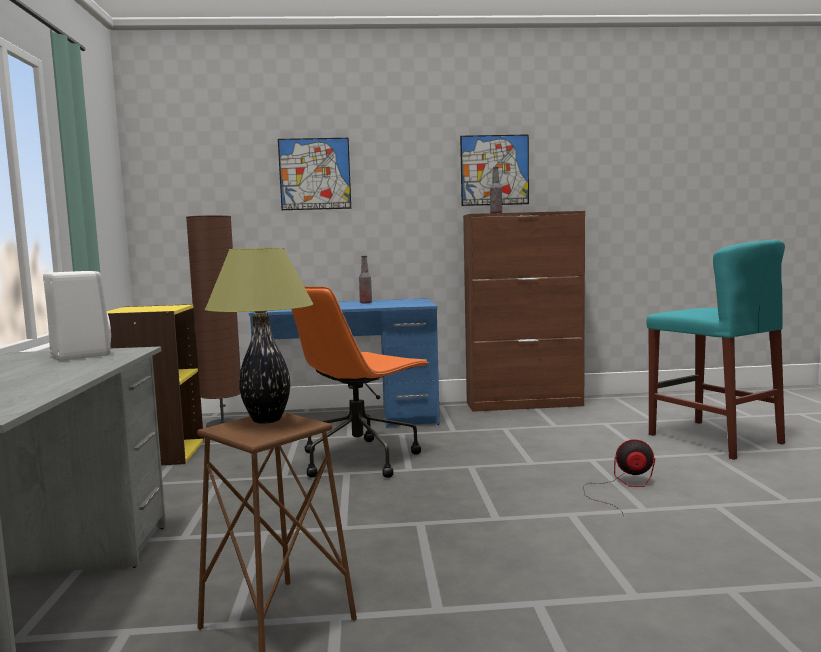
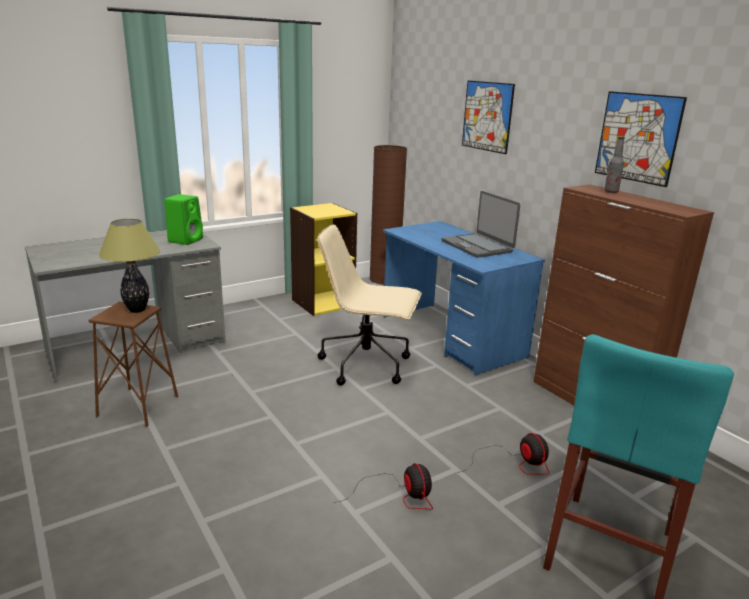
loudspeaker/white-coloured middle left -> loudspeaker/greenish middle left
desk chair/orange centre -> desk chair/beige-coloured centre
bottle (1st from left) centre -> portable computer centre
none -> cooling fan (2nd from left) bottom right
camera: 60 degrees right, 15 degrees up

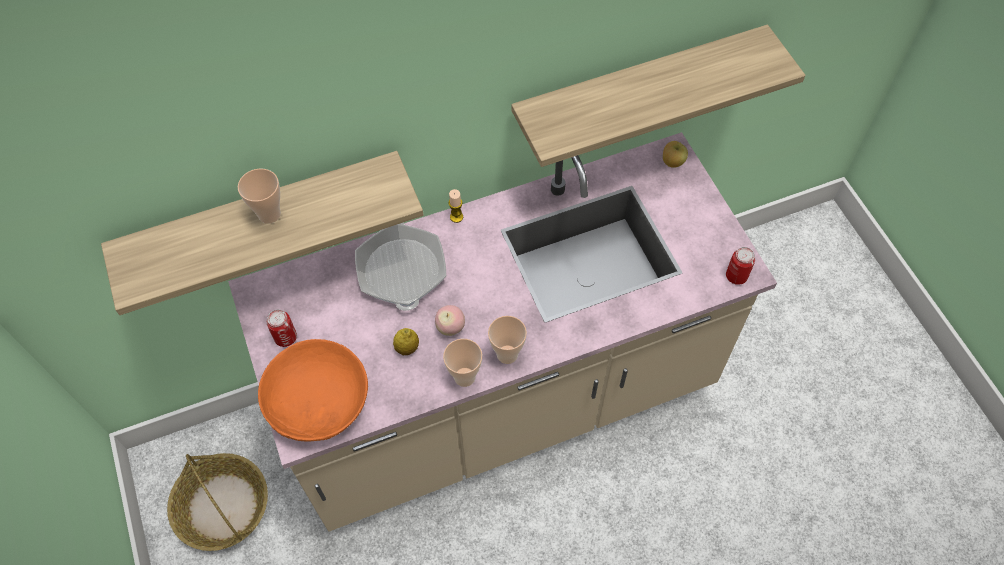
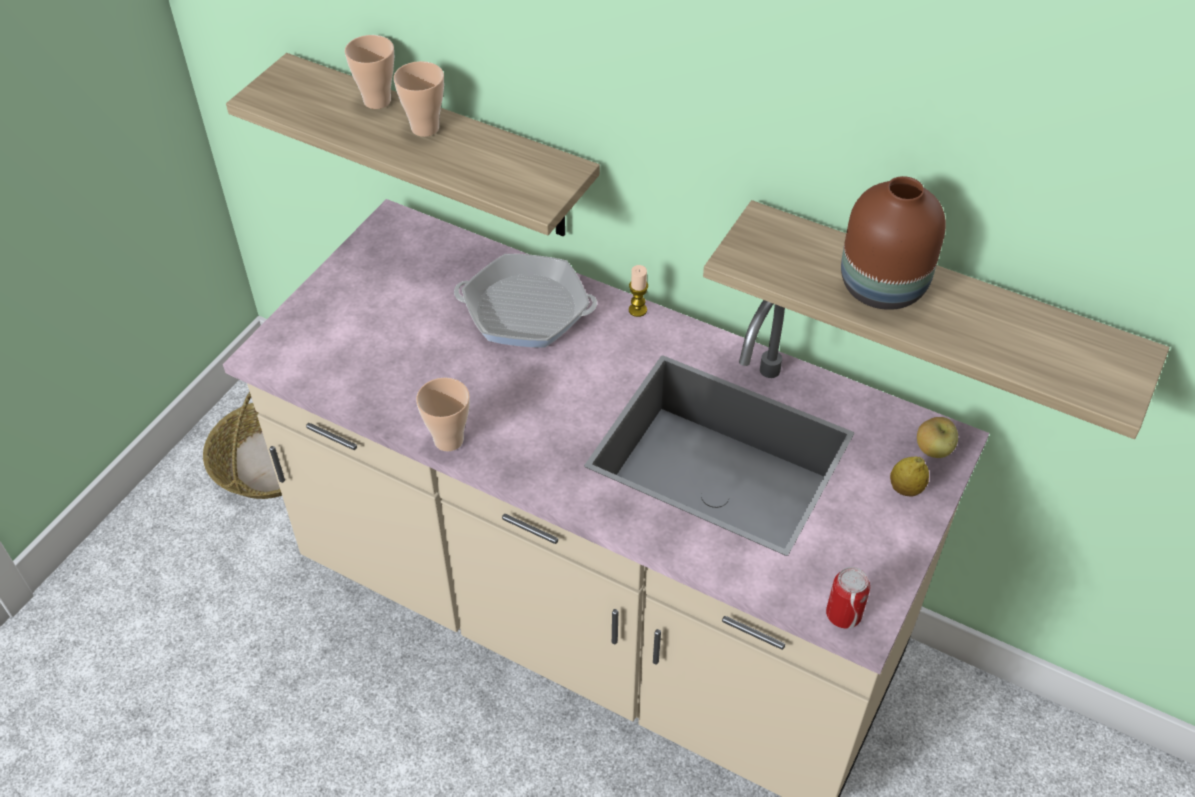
small cup (3rd from left in the first image) centre -> small cup (1st from left) top left, move
frying pan centre, 120 degrees counterclockwise
none -> vase/brown top right
whole lemon centre -> whole lemon middle right, move
deep dish/orange bottom left -> none
metal can (1st from left) middle left -> none
apple (1st from left) centre -> none
camera: 50 degrees right, 10 degrees down

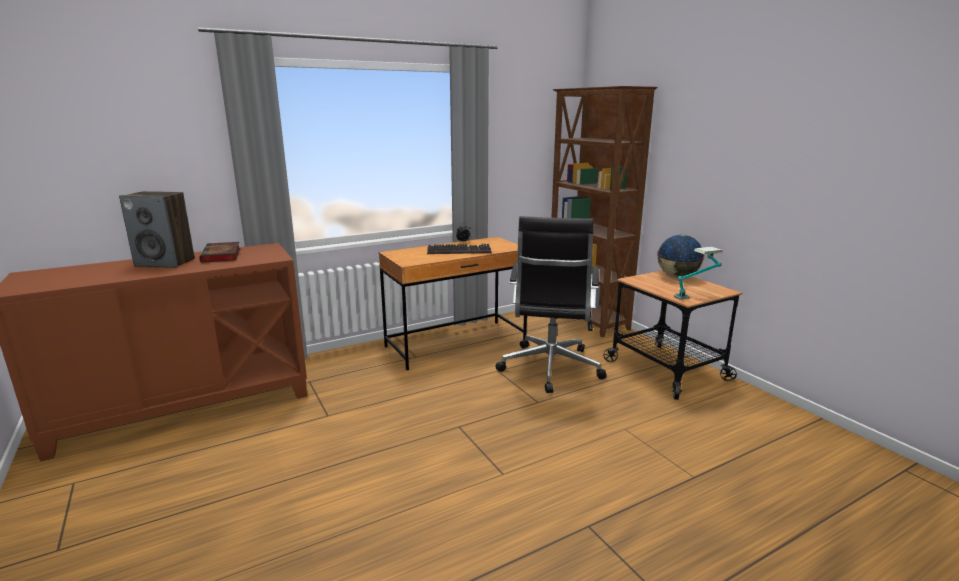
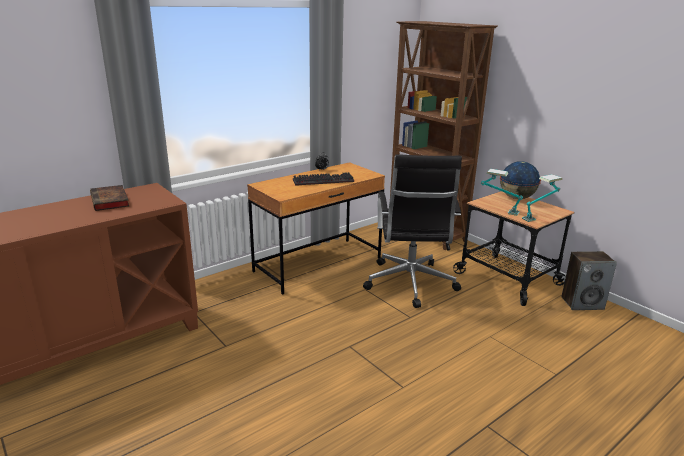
none -> lamp for a table (1st from left) middle right
loudspeaker middle left -> loudspeaker middle right, move
camera: 10 degrees left, 5 degrees up

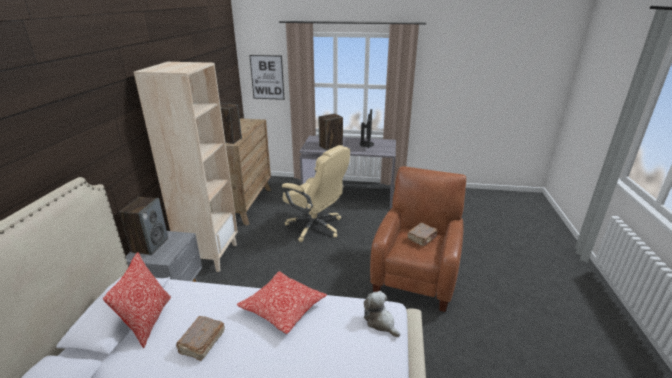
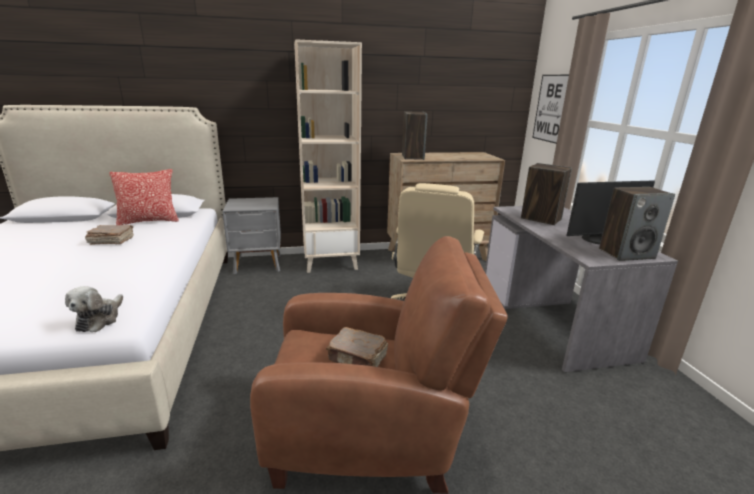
cuddly toy bottom centre -> cuddly toy middle left, 150 degrees clockwise
loudspeaker (1st from left in the first image) middle left -> loudspeaker (3rd from left) middle right, move
cushion (2nd from left) bottom centre -> none
camera: 70 degrees right, 5 degrees down

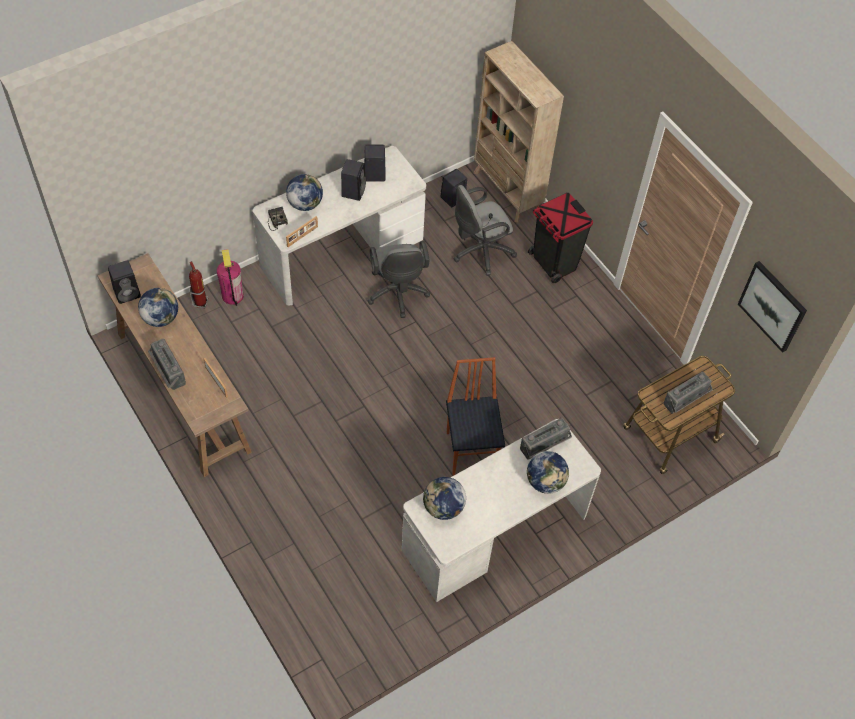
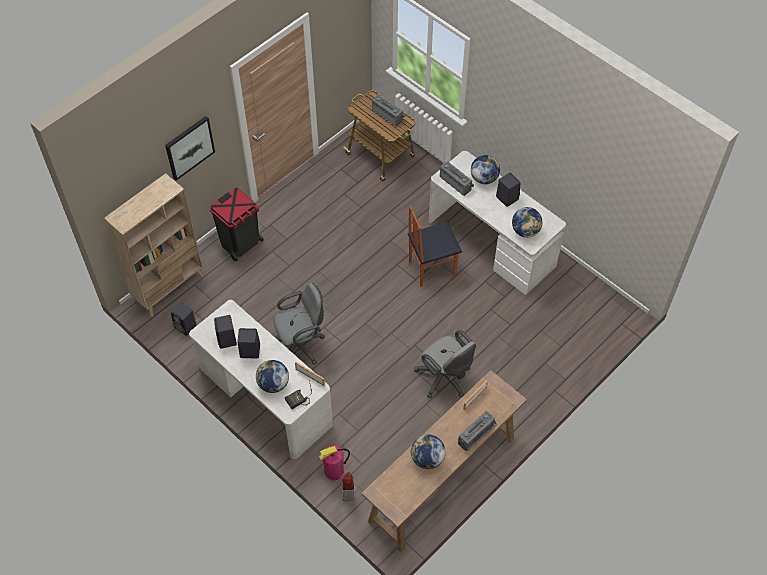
wall art middle right -> wall art top left, move
desk chair/gray (2nd from left) top centre -> desk chair/gray (2nd from left) centre, move
loudspeaker/blackish (1st from left in the first image) middle left -> loudspeaker/blackish (4th from left) top centre, move
camera: 100 degrees left, 0 degrees up

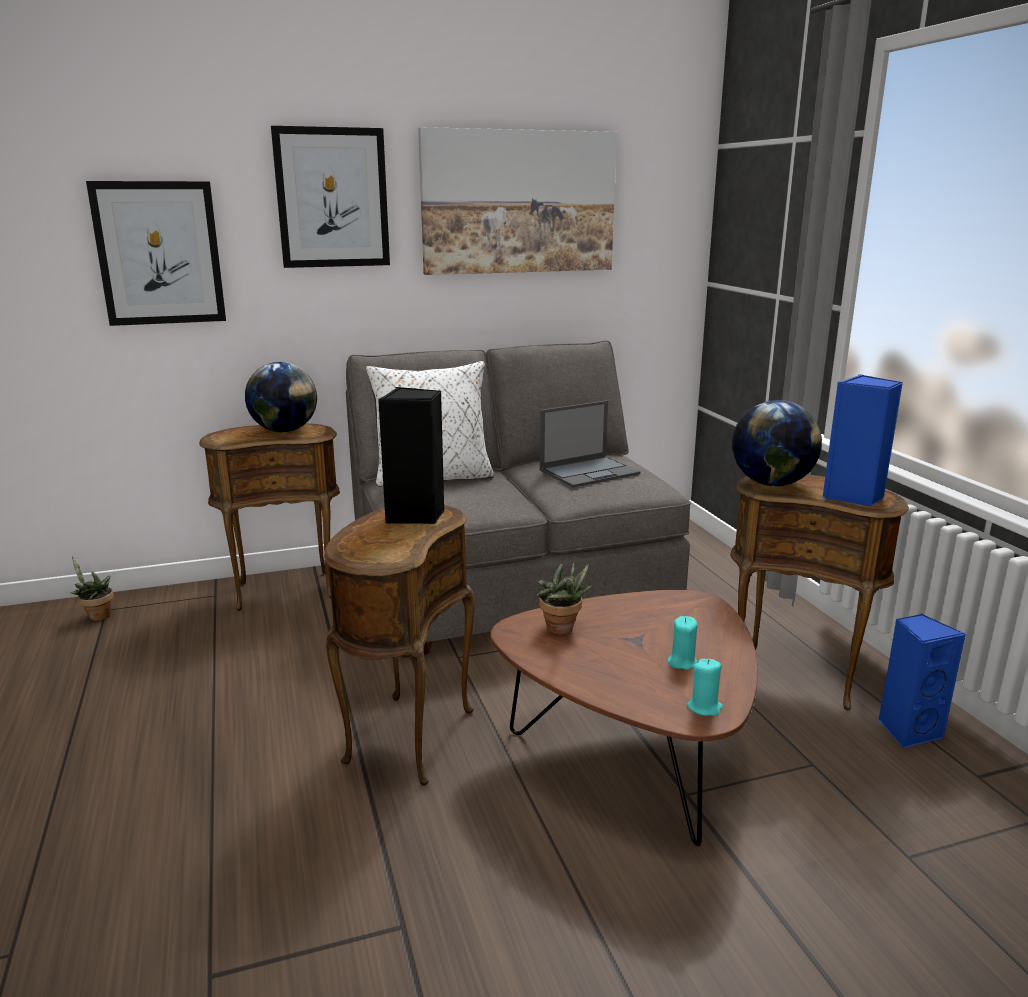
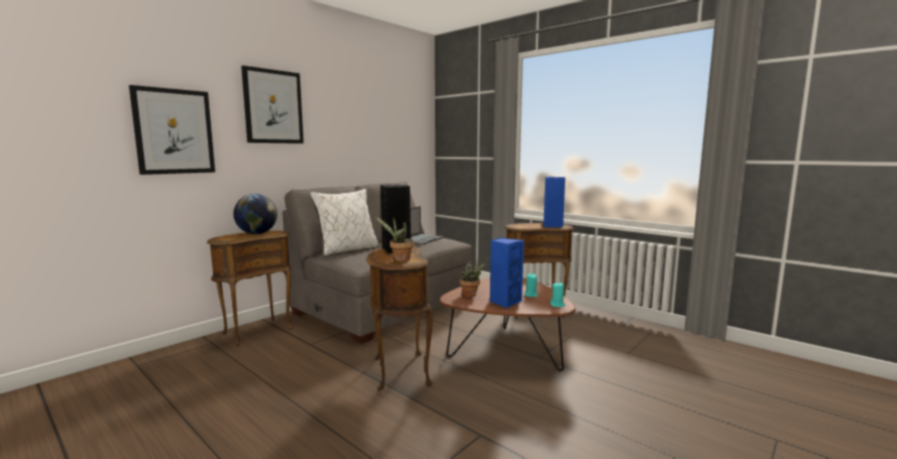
potted plant (1st from left) middle left -> potted plant (1st from left) centre, move
loudspeaker/blue (2nd from left in the first image) bottom right -> loudspeaker/blue (1st from left) centre, move
wall art (3rd from left) top centre -> none
desk globe (2nd from left) middle right -> none
camera: 30 degrees left, 10 degrees down

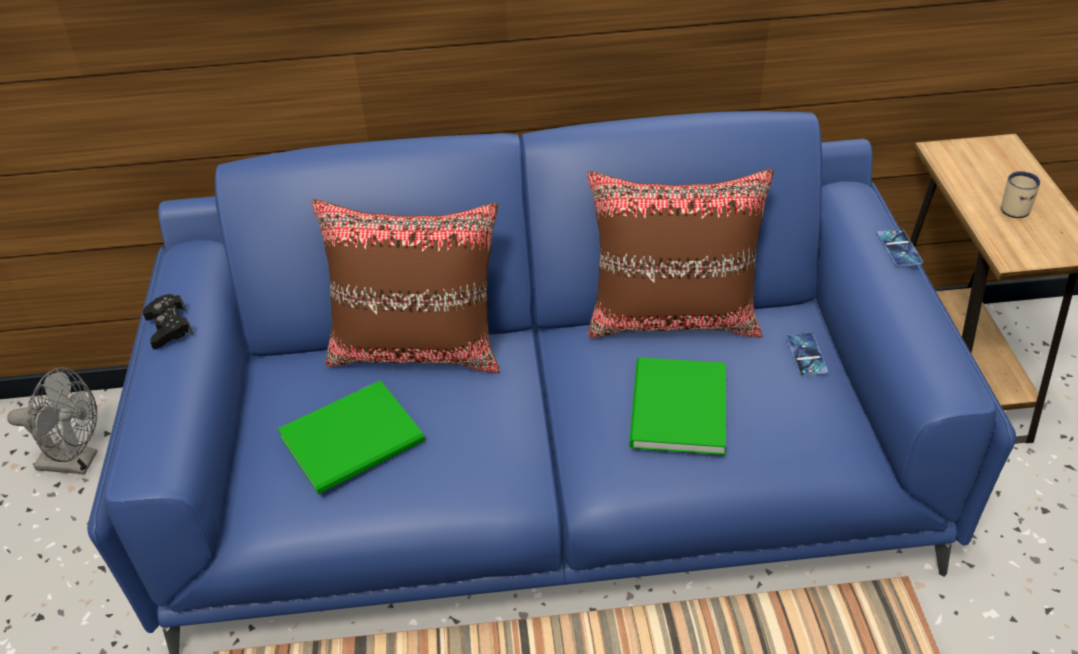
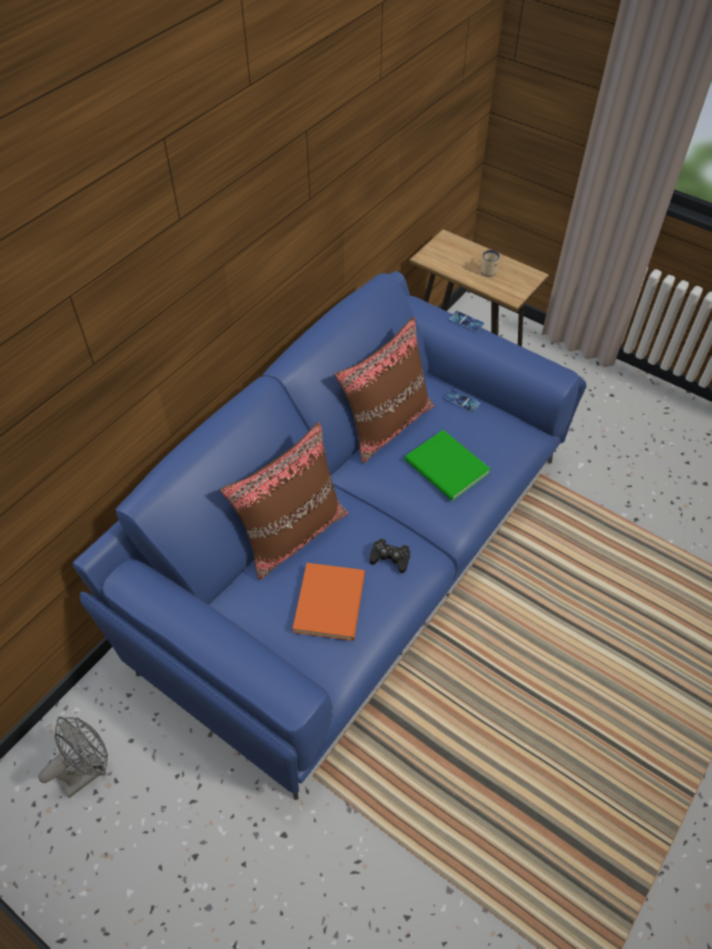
bound book/greenish (1st from left) bottom left -> bound book/orange centre
gamepad/blackish middle left -> gamepad/blackish centre, move
camera: 50 degrees left, 10 degrees up

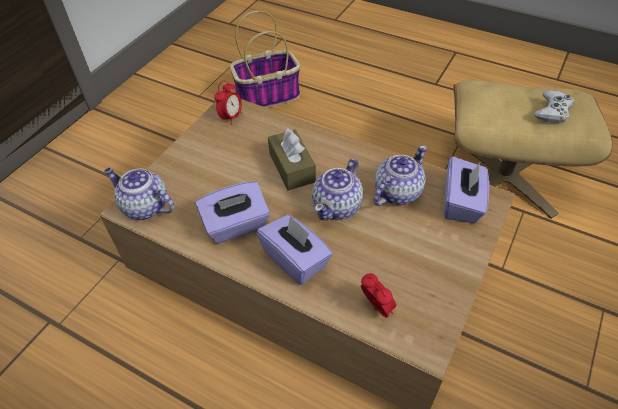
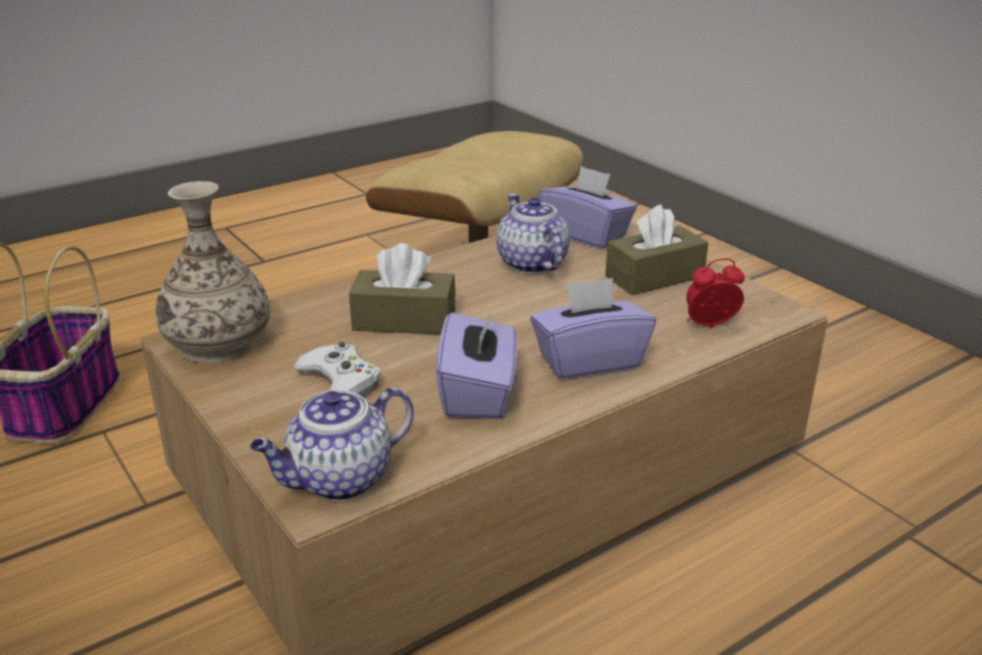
bedside clock (1st from left) top centre -> vase middle left
gamepad/white-coloured top right -> gamepad/white-coloured centre, move
none -> box of tissues/brown (2nd from left) middle right
tea pot (2nd from left) centre -> none
camera: 65 degrees left, 20 degrees down

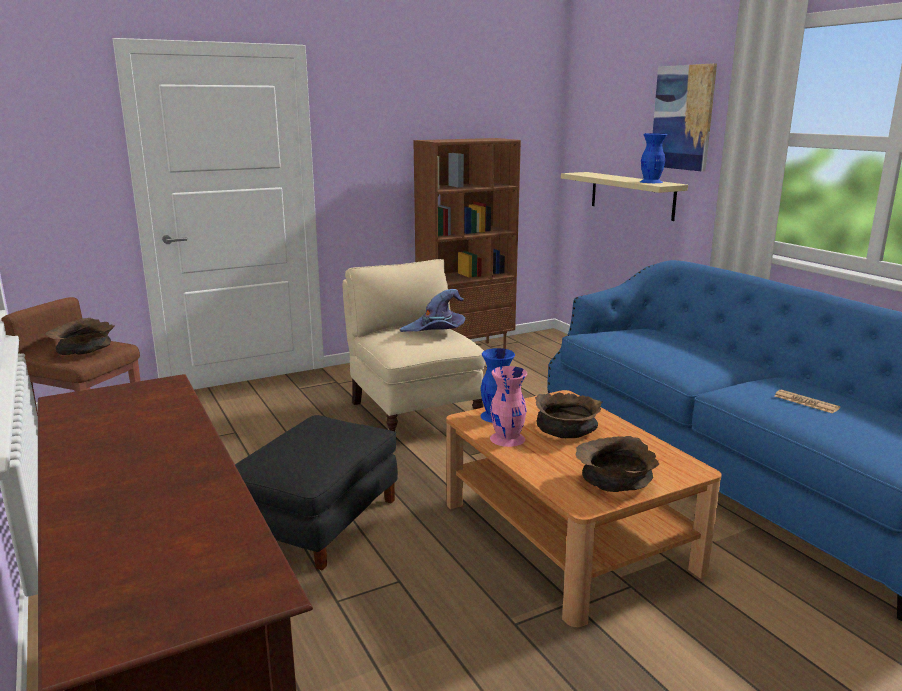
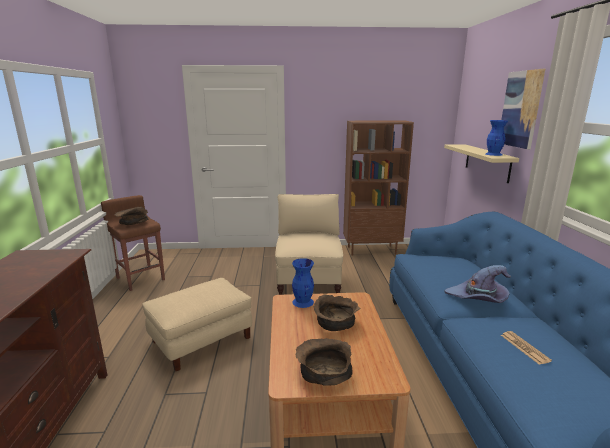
footrest/blackish bottom centre -> footrest/beige-coloured bottom left
hat/purple centre -> hat/purple middle right, move
vase/pink centre -> none
camera: 25 degrees right, 0 degrees up

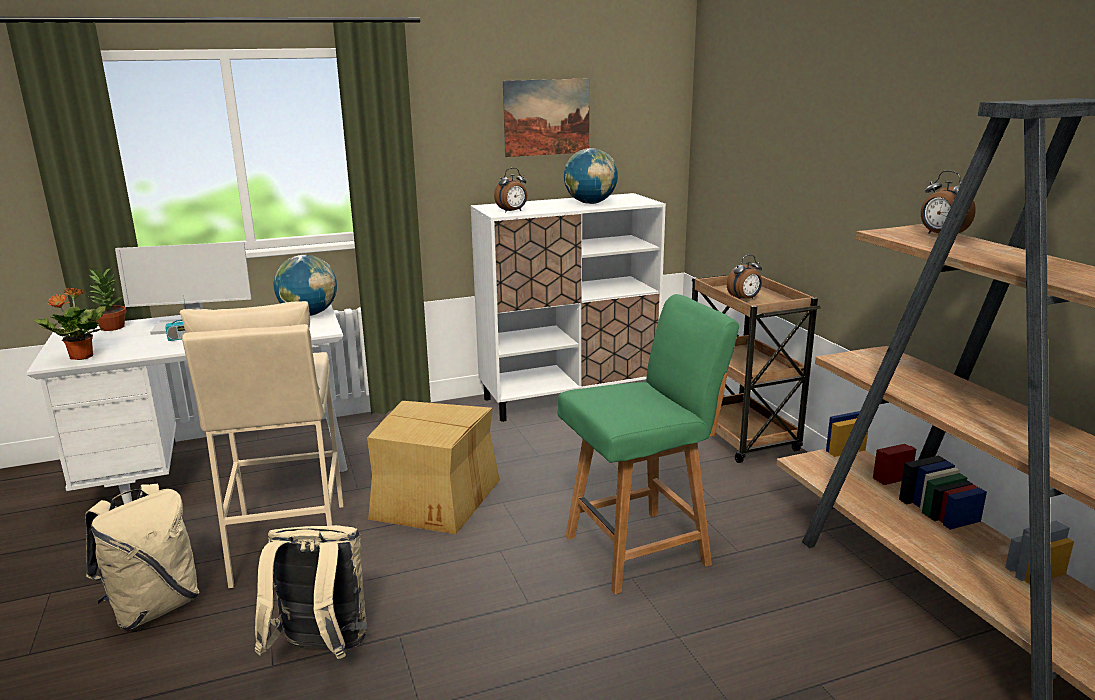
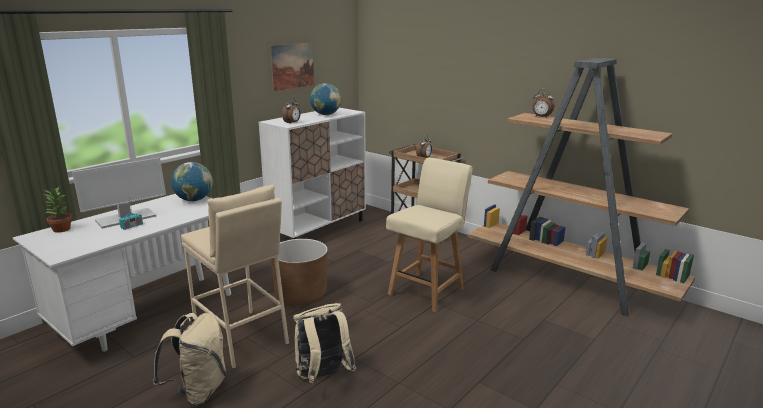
cardboard box bottom centre -> plant pot/brown bottom centre
chair/greenish centre -> chair/beige-coloured centre
potted plant (1st from left) middle left -> none
camera: 30 degrees left, 0 degrees up

